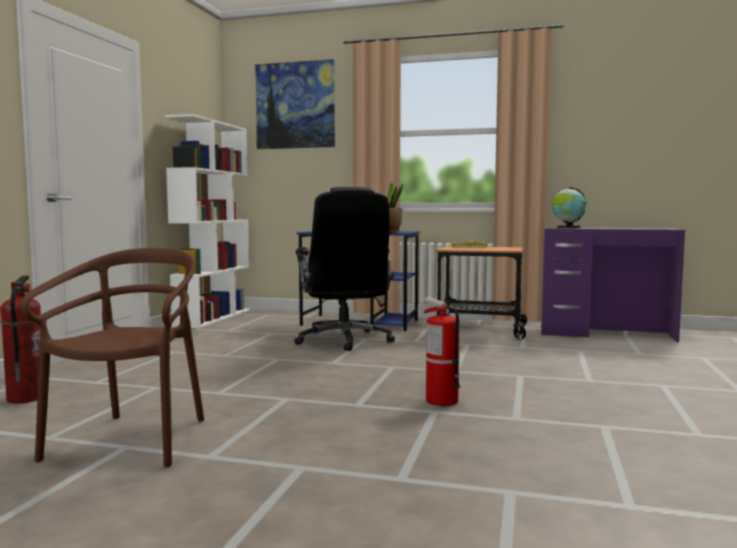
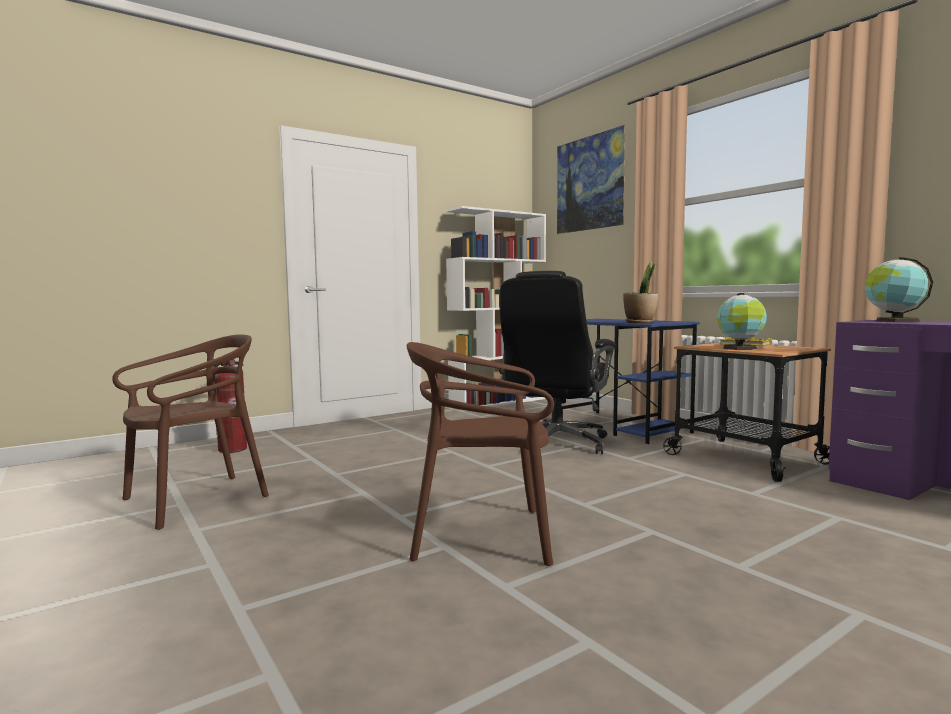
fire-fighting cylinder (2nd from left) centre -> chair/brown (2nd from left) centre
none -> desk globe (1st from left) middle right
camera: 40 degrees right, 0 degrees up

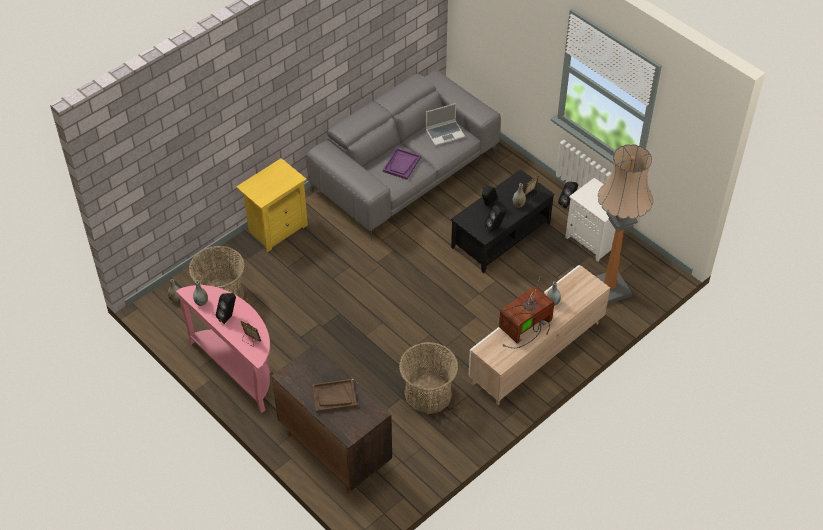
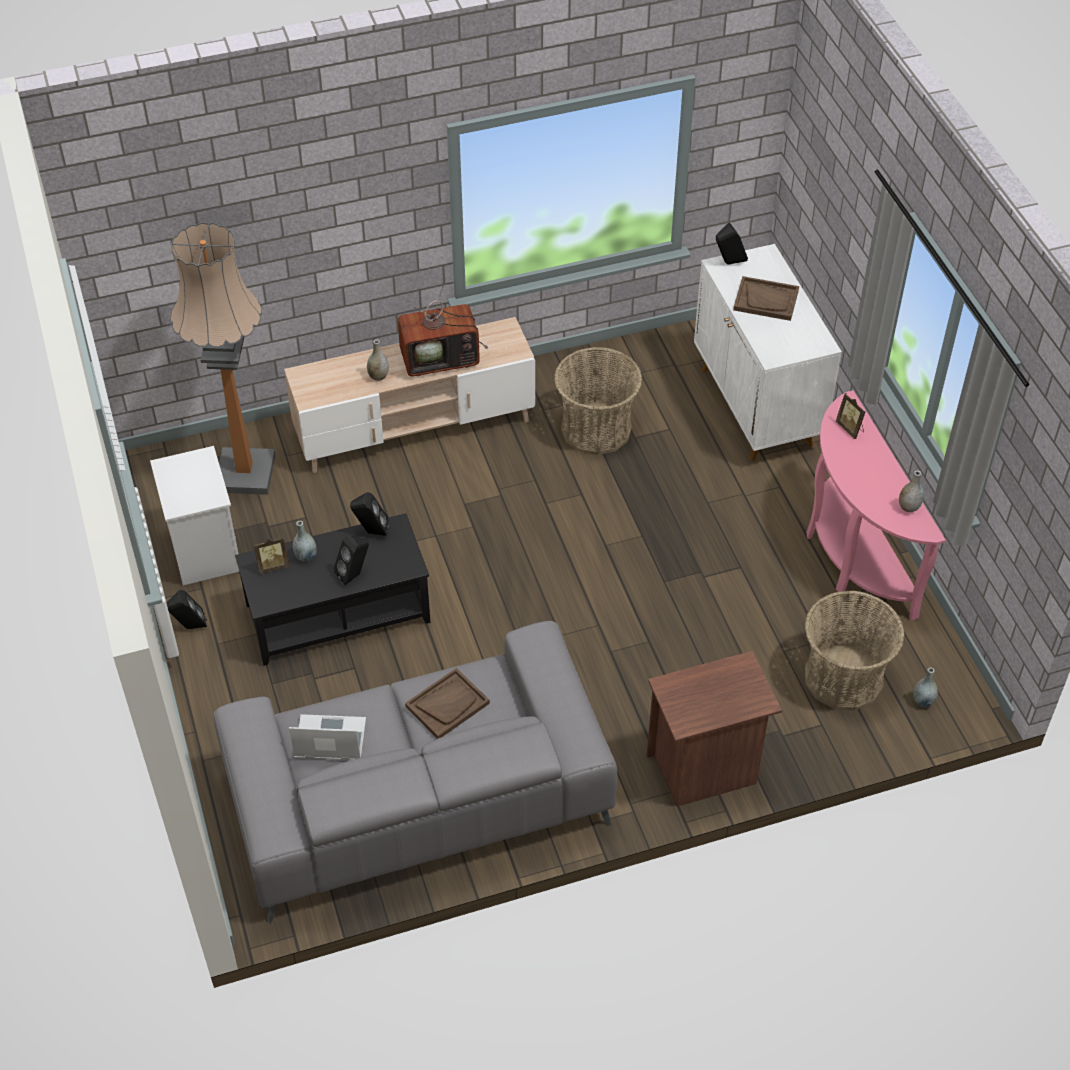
carrying tray/purple top centre -> carrying tray/brown (1st from left) centre
bedside table/yellowish middle left -> bedside table/brown bottom right
cupboard/brown bottom centre -> cupboard/white-coloured top right
loudspeaker/blackish (1st from left in the first image) middle left -> loudspeaker/blackish (4th from left) top right, move
camera: 155 degrees left, 0 degrees up

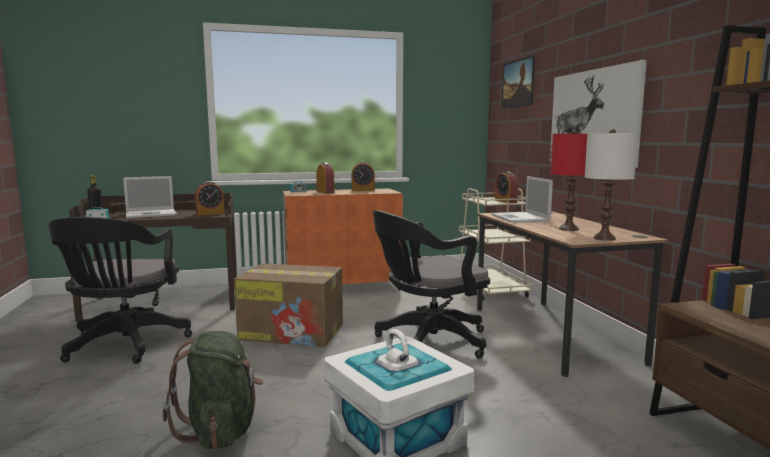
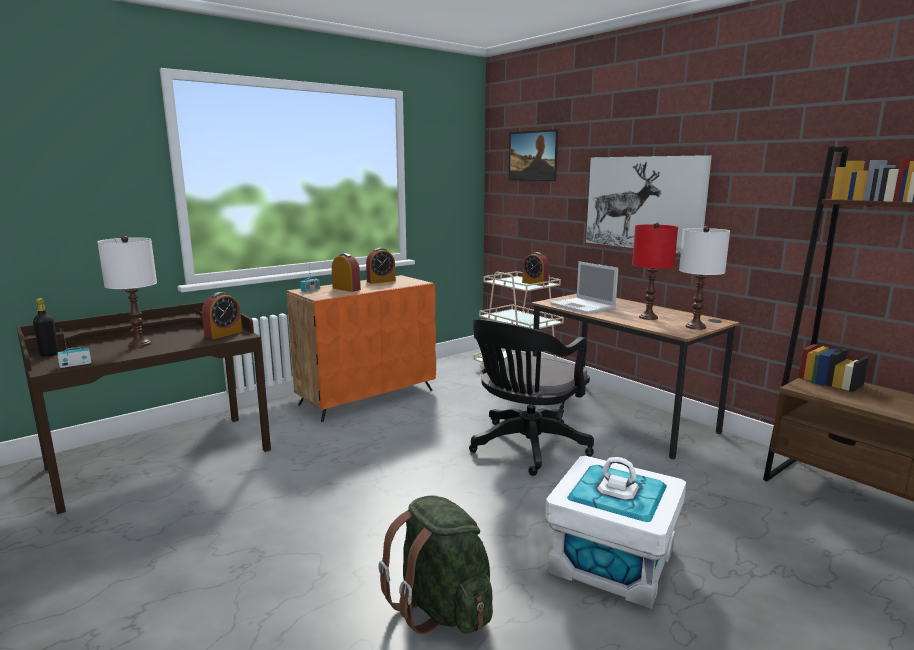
portable computer (1st from left) middle left -> lamp for a table/white-coloured (1st from left) middle left
desk chair/blackish (1st from left) middle left -> none
cardboard box bottom centre -> none
camera: 25 degrees left, 5 degrees up

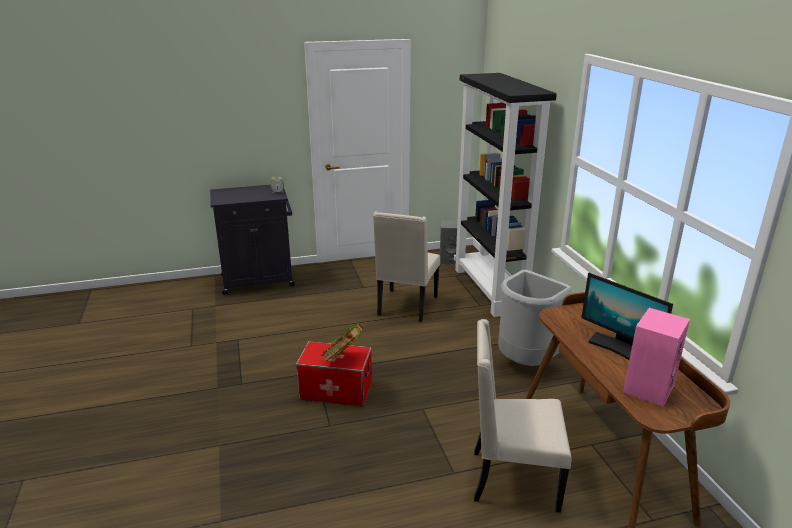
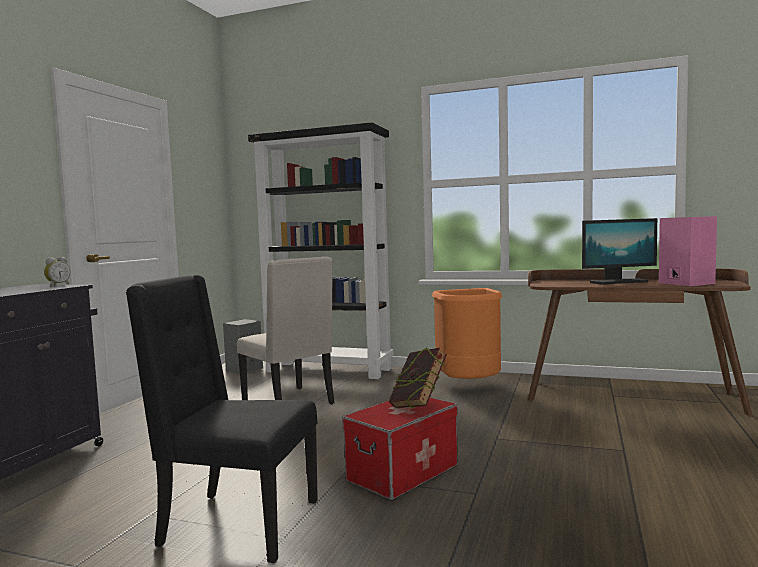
none -> chair/blackish bottom left
trash can/gray middle right -> trash can/orange centre
chair/beige-coloured (2nd from left) bottom centre -> none
camera: 55 degrees left, 20 degrees down

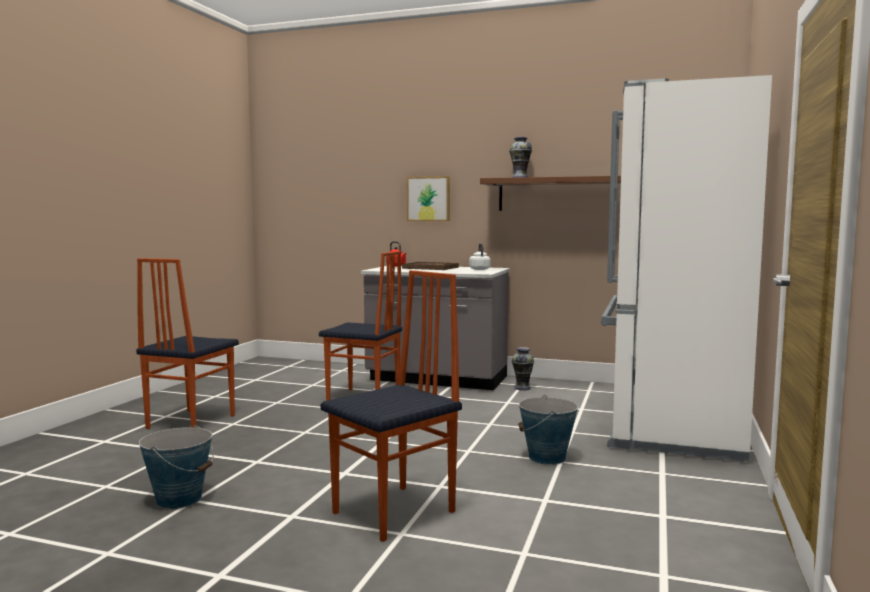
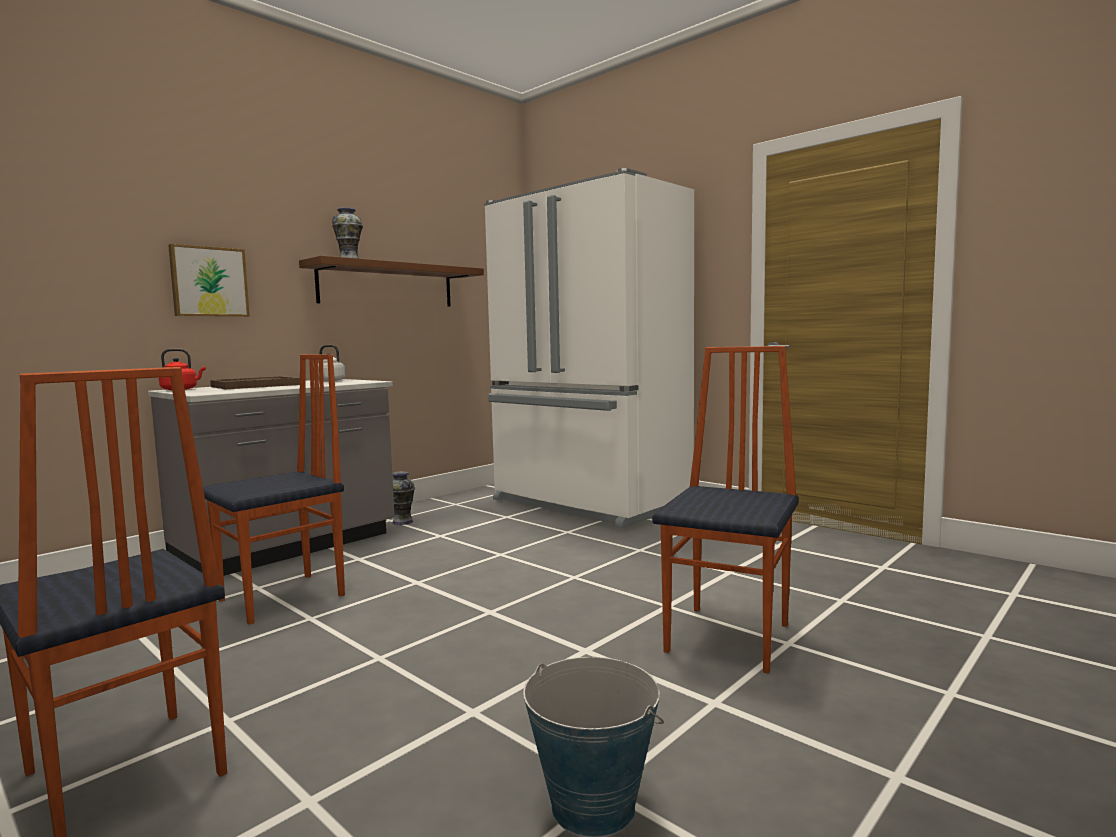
chair (3rd from left) bottom centre -> chair (3rd from left) centre, 45 degrees clockwise
water bucket (2nd from left) bottom centre -> none
camera: 65 degrees left, 0 degrees up

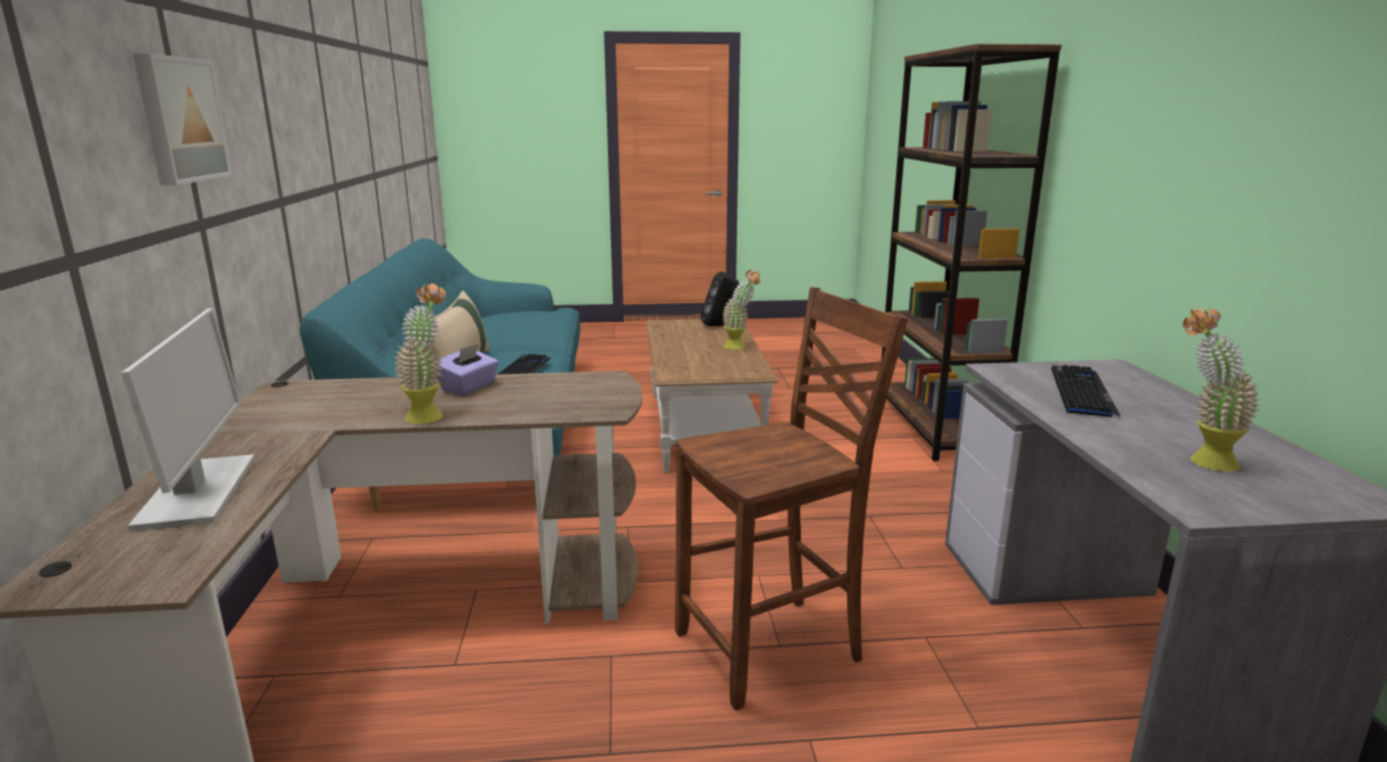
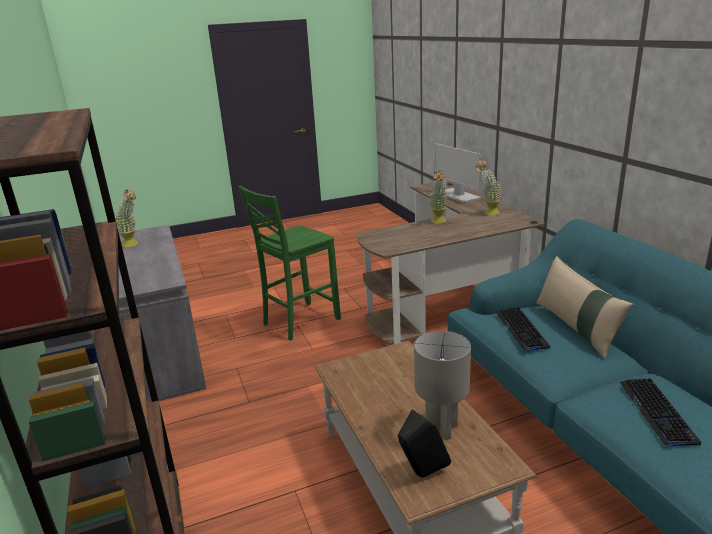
chair/brown centre -> chair/greenish centre
none -> lamp for a table/gray bottom centre
potted plant (2nd from left in the first image) centre -> potted plant (3rd from left) middle right, move
PC keyboard (2nd from left) middle right -> PC keyboard (2nd from left) bottom right, move
wall art top left -> none
box of tissues/purple centre -> none
camera: 165 degrees right, 5 degrees up

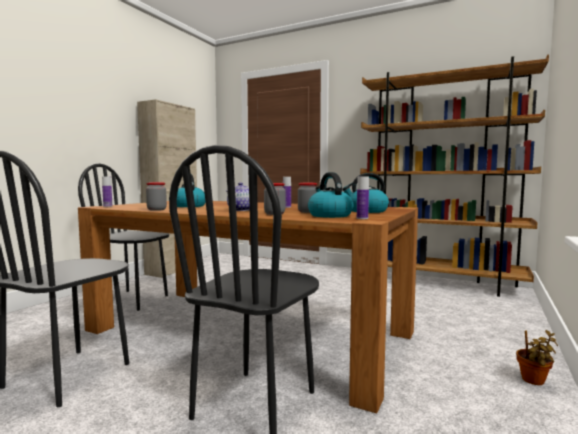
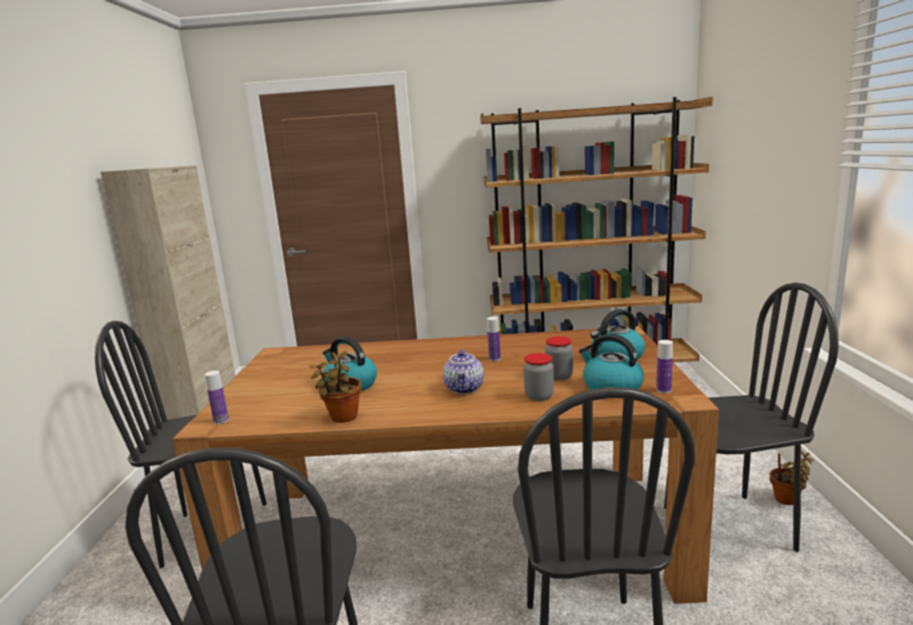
storage jar (1st from left) middle left -> potted plant (1st from left) centre
none -> chair/blackish (4th from left) bottom right
camera: 25 degrees left, 10 degrees up

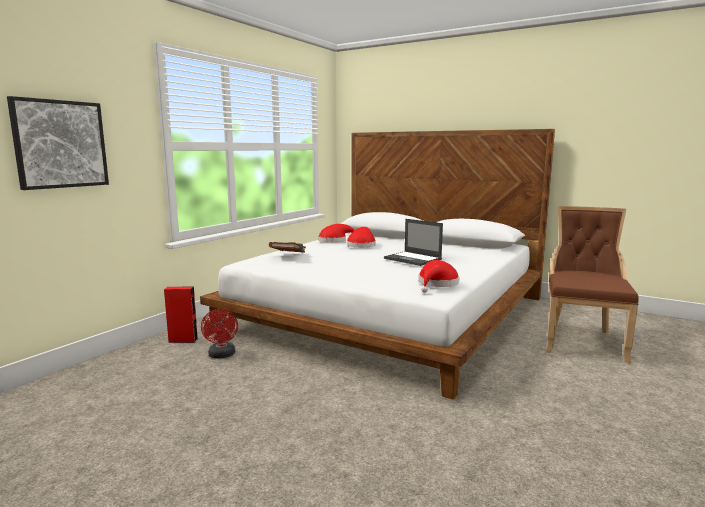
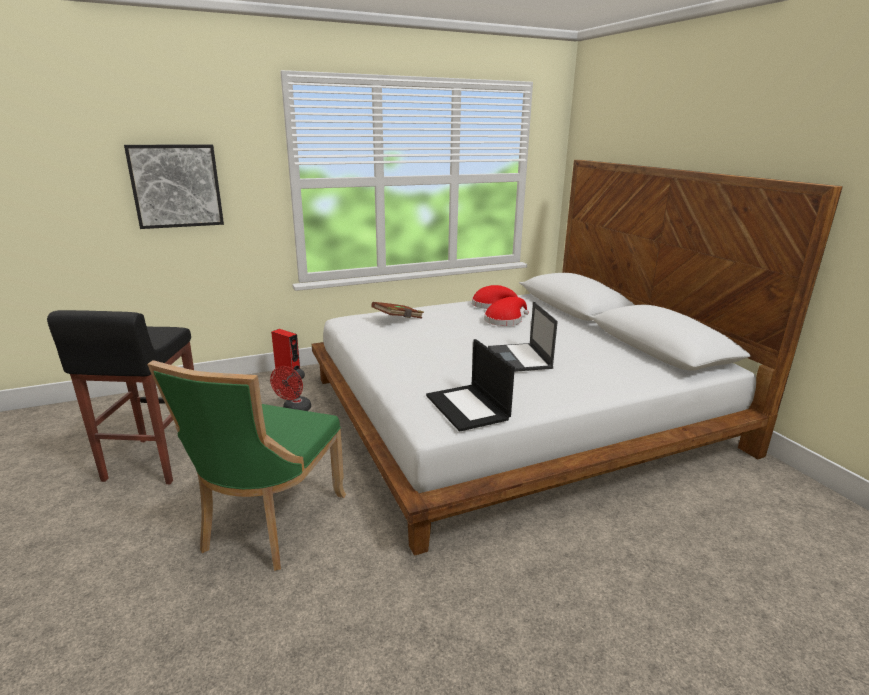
none -> sitting stool/blackish middle left
none -> chair/greenish bottom left
hat/red (3rd from left) centre -> portable computer (1st from left) centre
chair/brown middle right -> none
camera: 35 degrees right, 10 degrees up

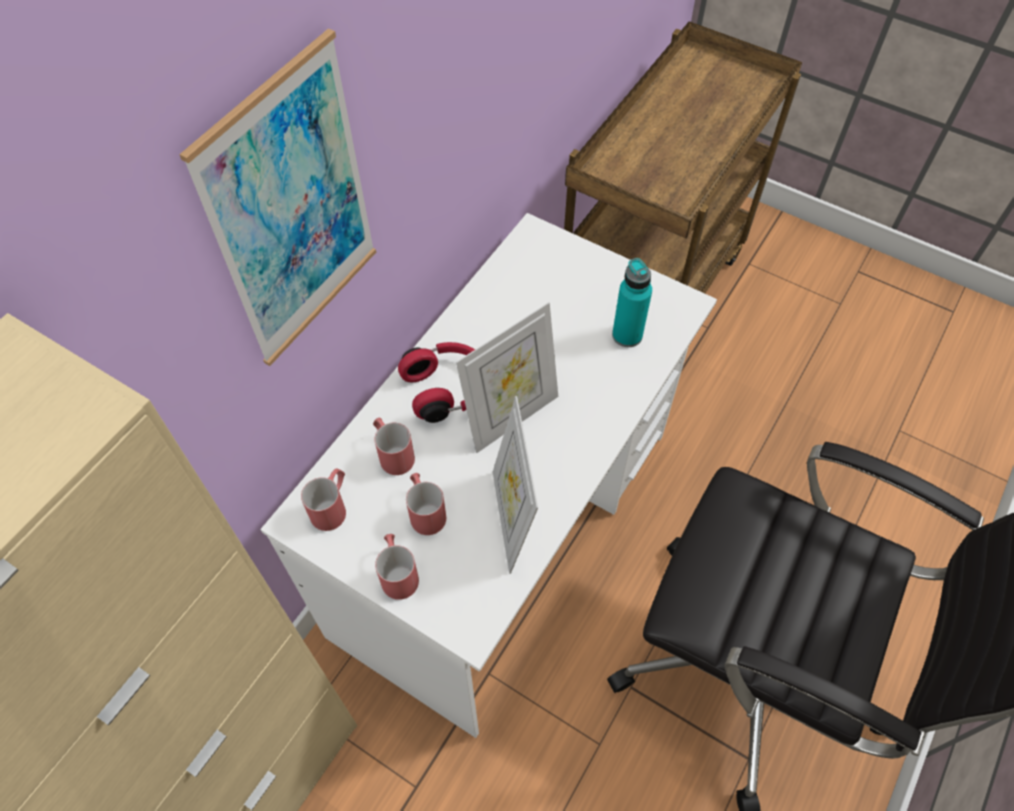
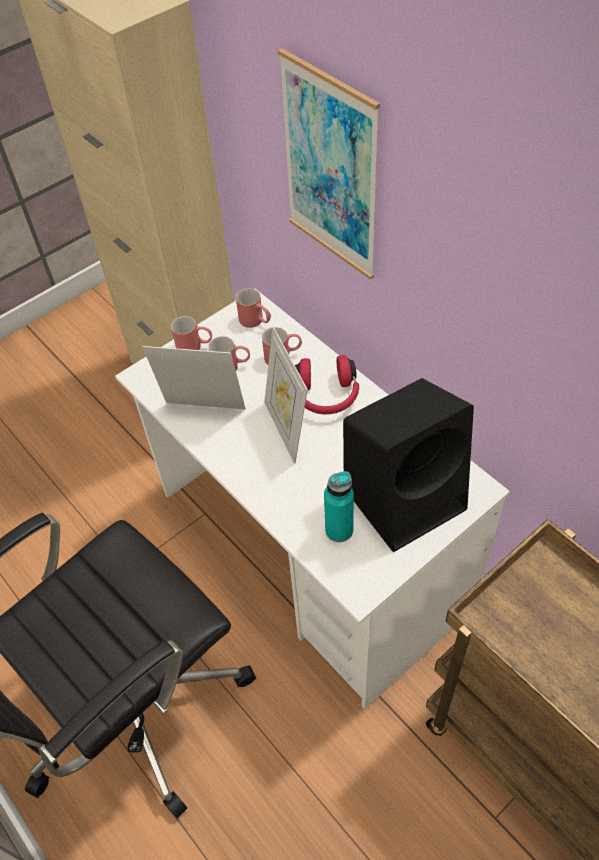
none -> loudspeaker/blackish middle right
camera: 110 degrees right, 5 degrees down

